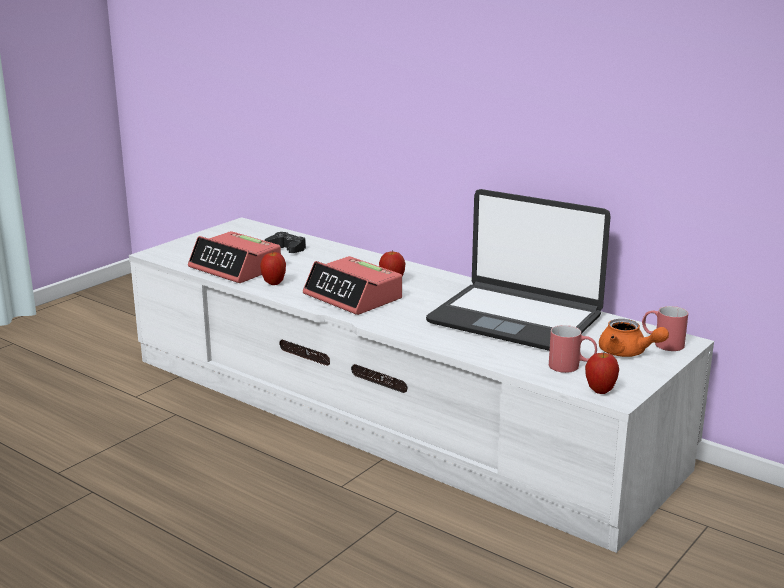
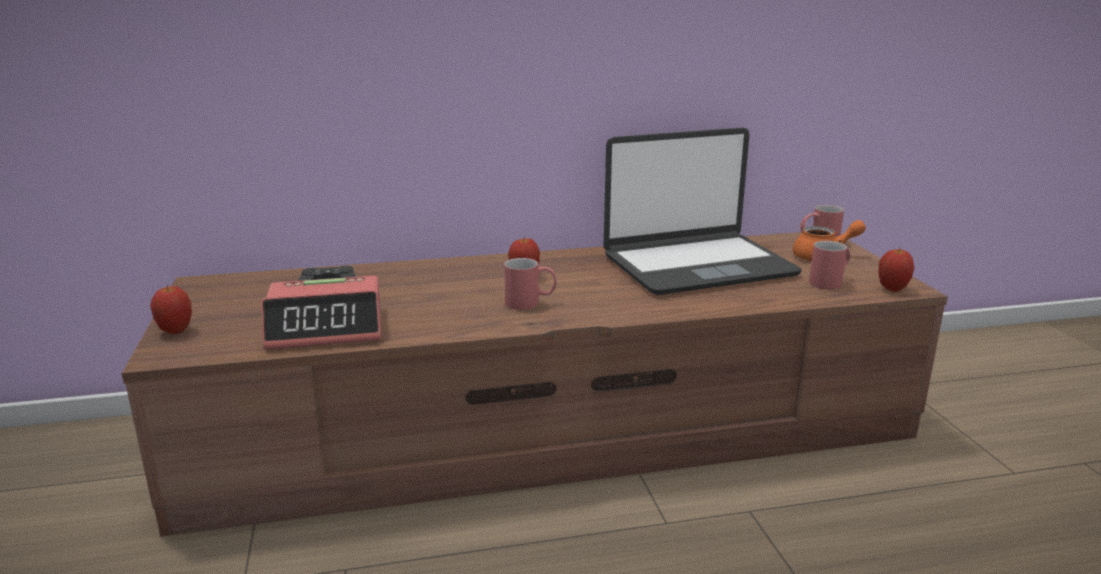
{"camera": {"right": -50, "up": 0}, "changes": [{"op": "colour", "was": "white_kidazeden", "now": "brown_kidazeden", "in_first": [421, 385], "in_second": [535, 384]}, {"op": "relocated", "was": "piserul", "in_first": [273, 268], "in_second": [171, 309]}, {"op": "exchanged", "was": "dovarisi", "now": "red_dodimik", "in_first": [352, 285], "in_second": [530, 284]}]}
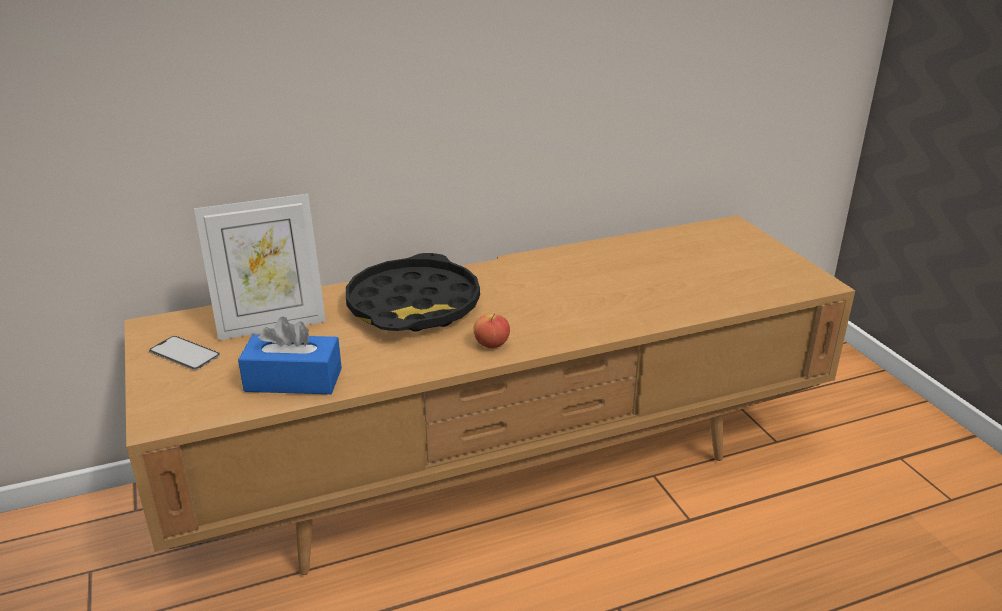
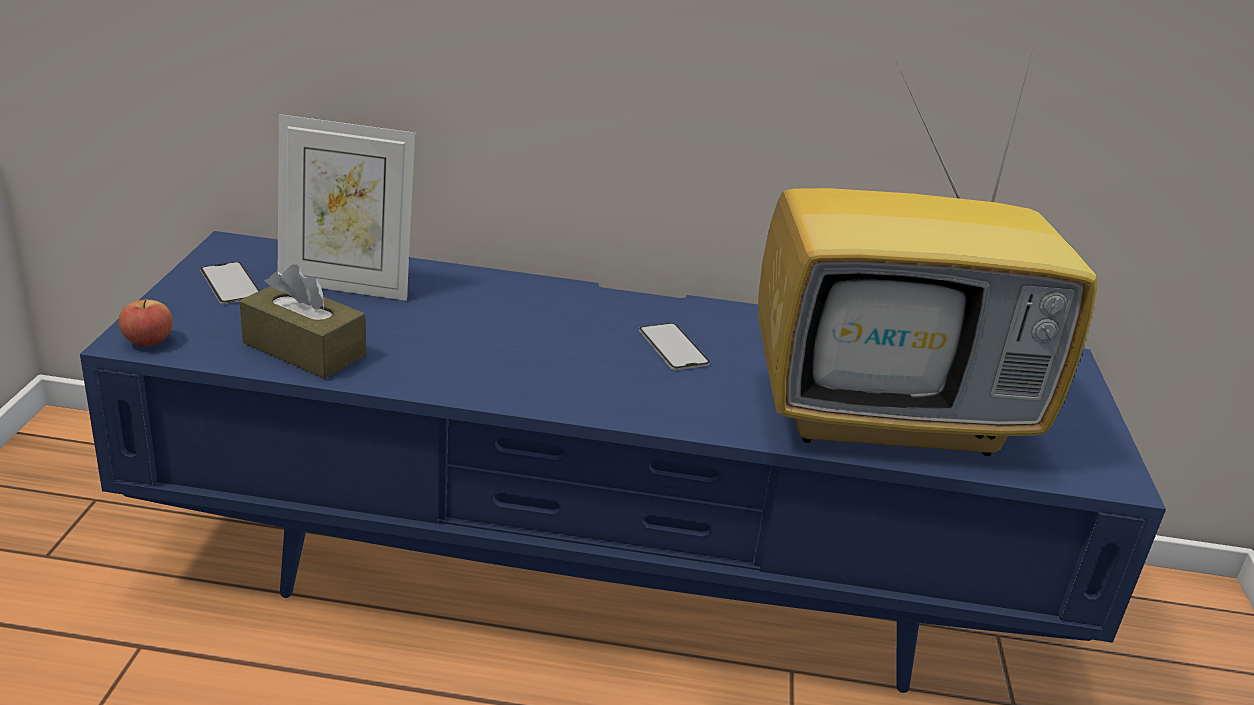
{"camera": {"right": 25, "up": 0}, "changes": [{"op": "colour", "was": "beige_kidazeden", "now": "blue_kidazeden", "in_first": [489, 395], "in_second": [623, 462]}, {"op": "missing", "was": "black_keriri", "in_first": [413, 292]}, {"op": "relocated", "was": "piserul", "in_first": [492, 330], "in_second": [146, 323]}, {"op": "colour", "was": "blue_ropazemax", "now": "brown_ropazemax", "in_first": [290, 355], "in_second": [302, 321]}, {"op": "appeared", "now": "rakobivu", "in_second": [927, 250]}, {"op": "appeared", "now": "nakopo", "in_second": [674, 346]}]}
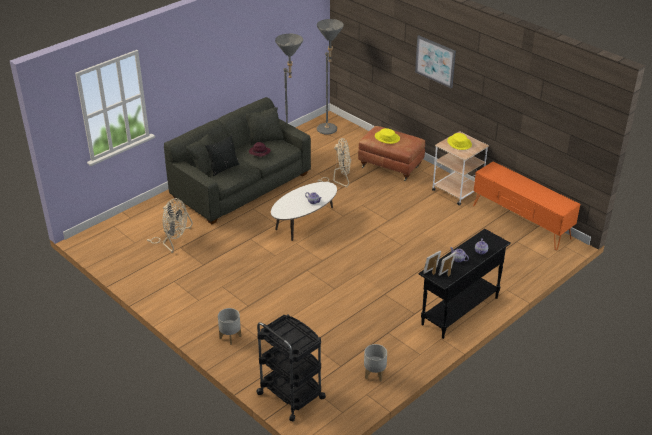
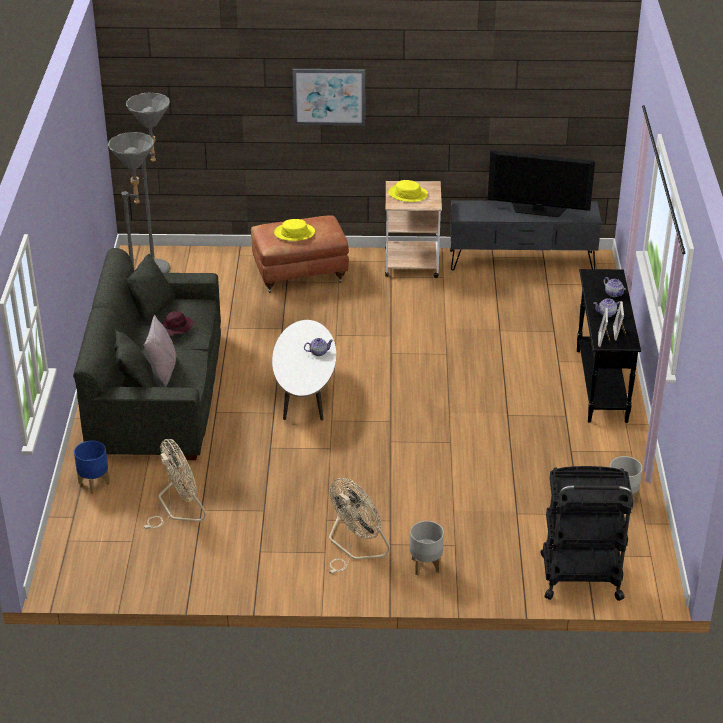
{"camera": {"right": -45, "up": 0}, "changes": [{"op": "colour", "was": "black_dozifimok", "now": "purple_dozifimok", "in_first": [222, 155], "in_second": [160, 351]}, {"op": "relocated", "was": "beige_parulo", "in_first": [334, 163], "in_second": [359, 526]}, {"op": "colour", "was": "orange_kidazeden", "now": "grey_kidazeden", "in_first": [527, 205], "in_second": [526, 235]}, {"op": "appeared", "now": "rakobivu", "in_second": [541, 183]}, {"op": "appeared", "now": "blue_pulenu", "in_second": [92, 467]}]}
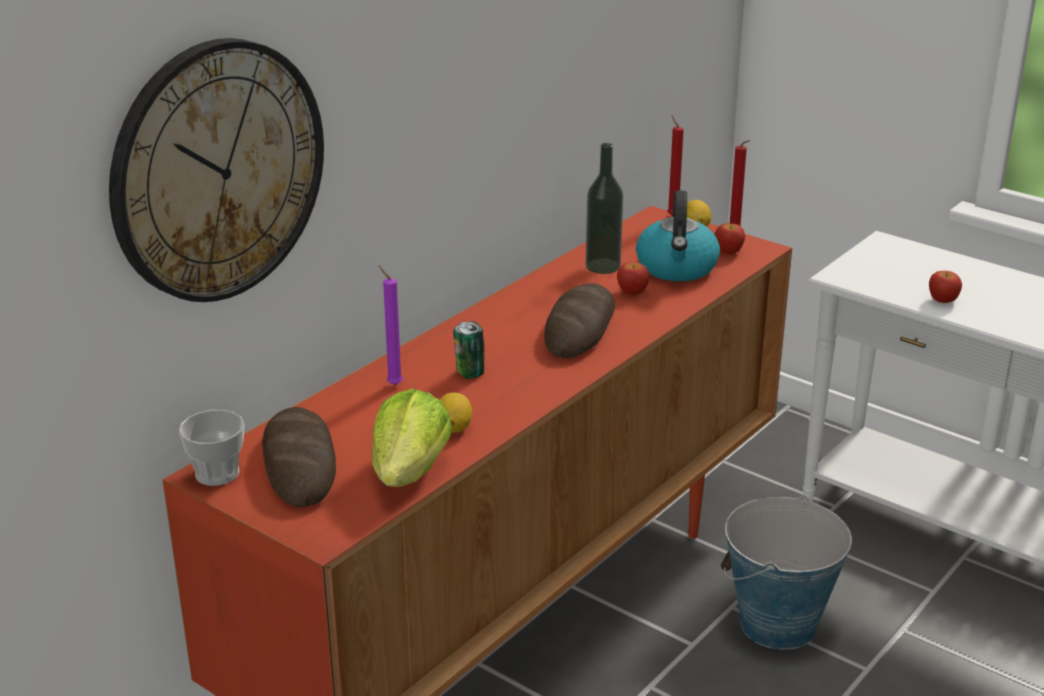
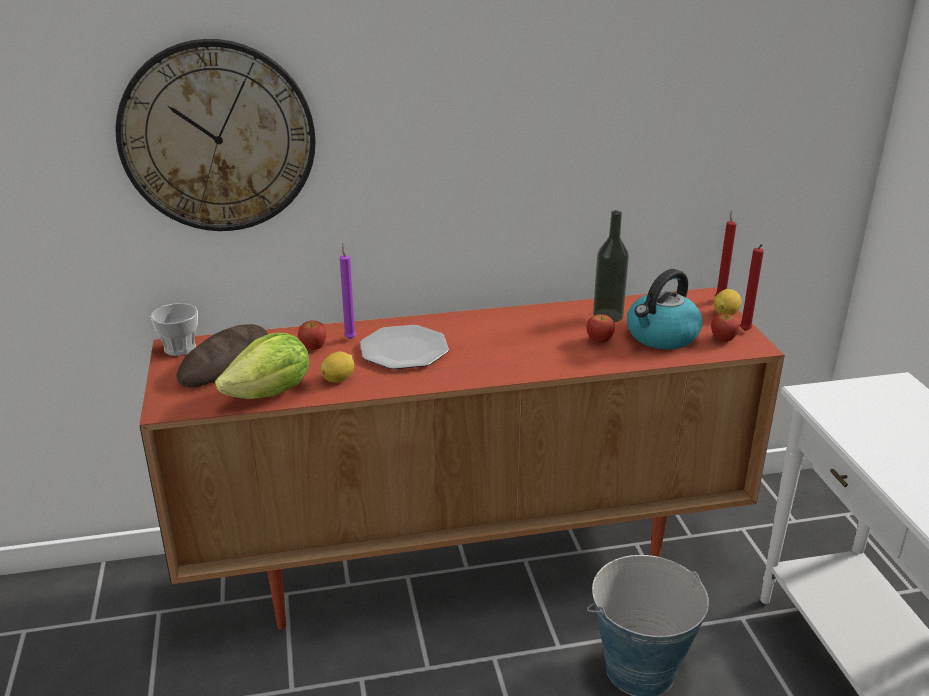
{"camera": {"right": 40, "up": 0}, "changes": [{"op": "relocated", "was": "piserul", "in_first": [945, 287], "in_second": [312, 335]}, {"op": "missing", "was": "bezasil", "in_first": [579, 320]}, {"op": "exchanged", "was": "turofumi", "now": "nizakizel", "in_first": [469, 350], "in_second": [404, 347]}]}
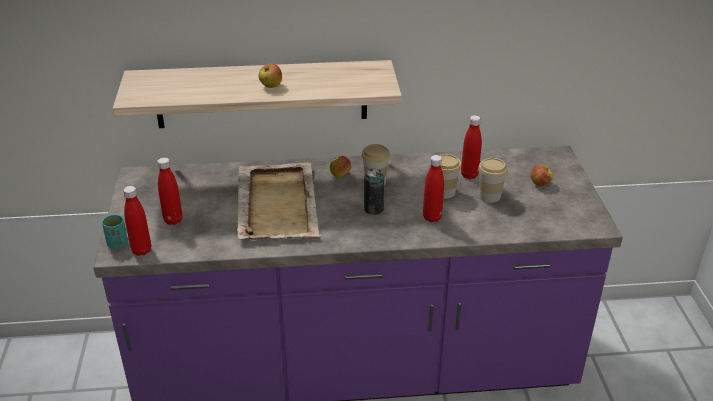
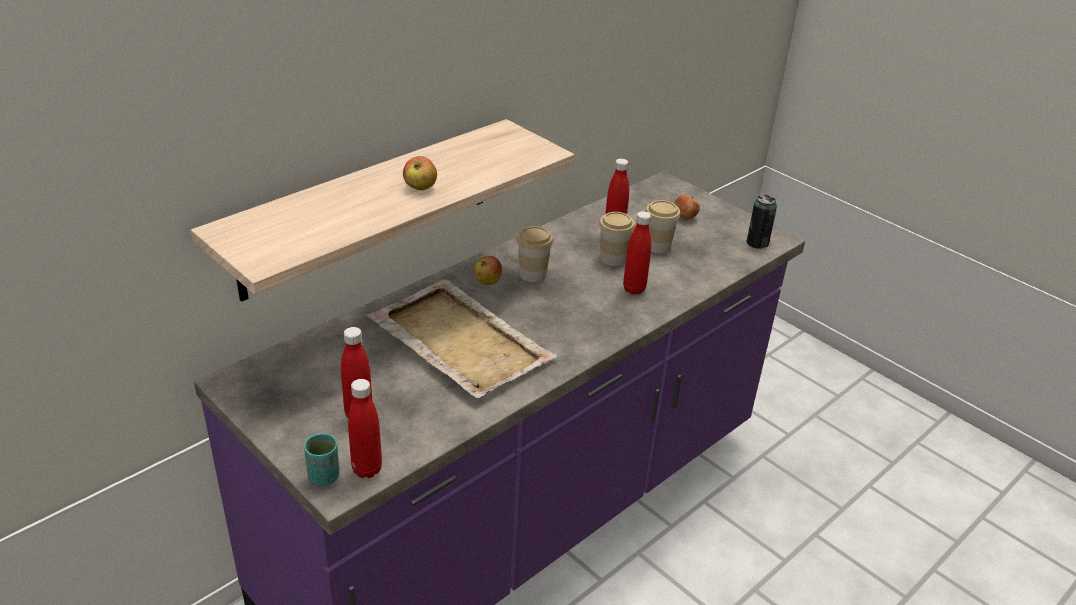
{"camera": {"right": -40, "up": 0}, "changes": [{"op": "relocated", "was": "turofumi", "in_first": [374, 191], "in_second": [762, 222]}]}
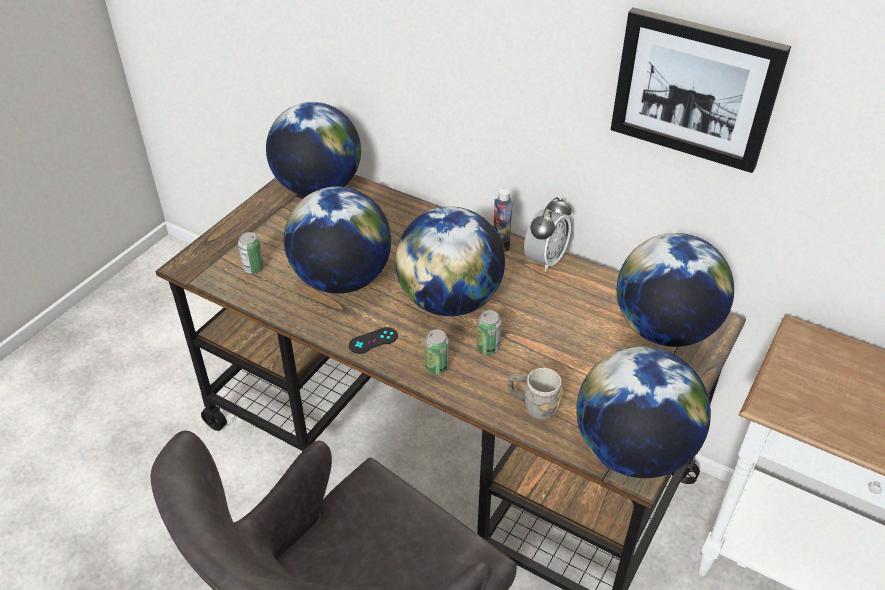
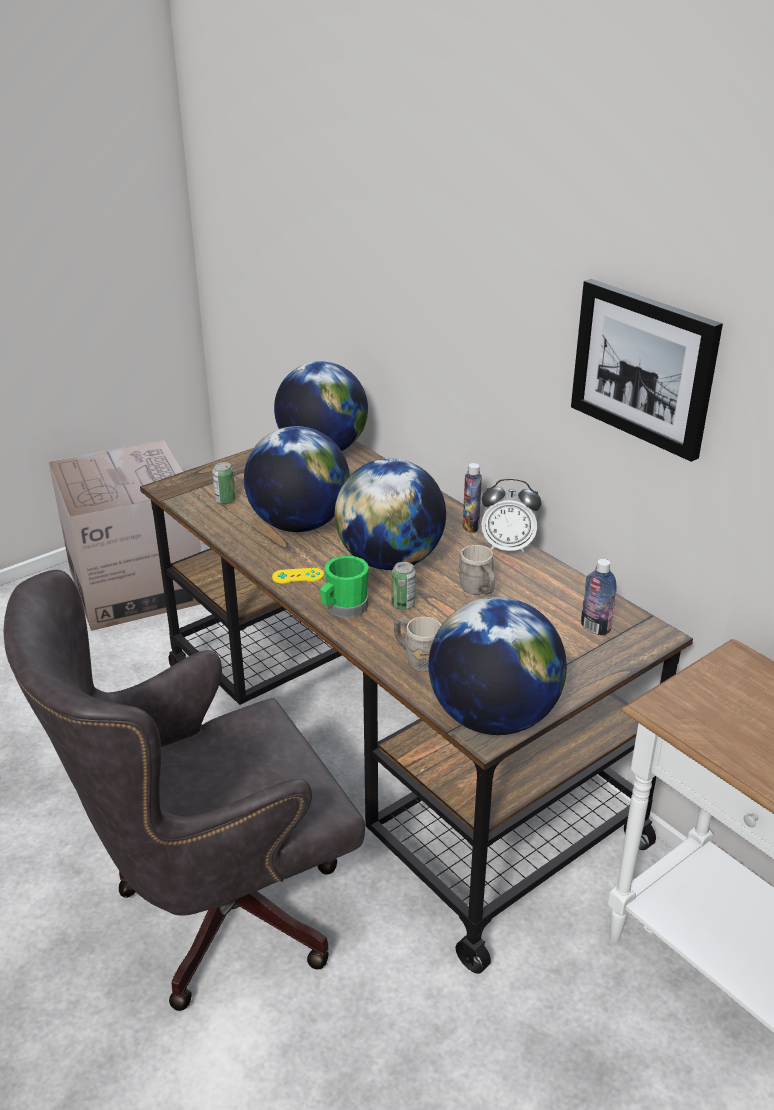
{"camera": {"right": 20, "up": -10}, "changes": [{"op": "spun", "was": "dovarisi", "in_first": [547, 234], "in_second": [511, 516], "clockwise": 45}, {"op": "exchanged", "was": "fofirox", "now": "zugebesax", "in_first": [675, 290], "in_second": [599, 597]}, {"op": "colour", "was": "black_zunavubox", "now": "yellow_zunavubox", "in_first": [373, 340], "in_second": [298, 576]}, {"op": "exchanged", "was": "turofumi", "now": "green_dodimik", "in_first": [436, 351], "in_second": [344, 587]}, {"op": "appeared", "now": "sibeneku", "in_second": [125, 535]}, {"op": "appeared", "now": "grey_dodimik", "in_second": [476, 570]}]}
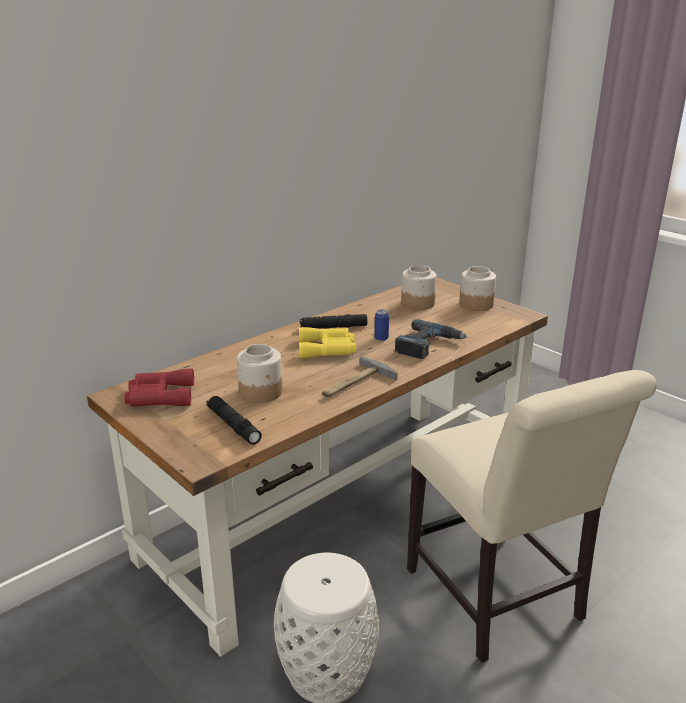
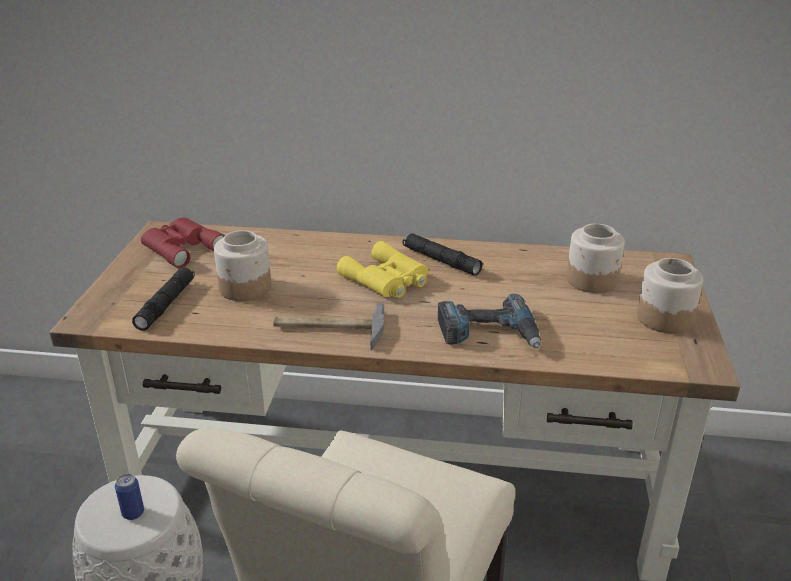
{"camera": {"right": 50, "up": 5}, "changes": [{"op": "relocated", "was": "turofumi", "in_first": [382, 325], "in_second": [129, 496]}]}
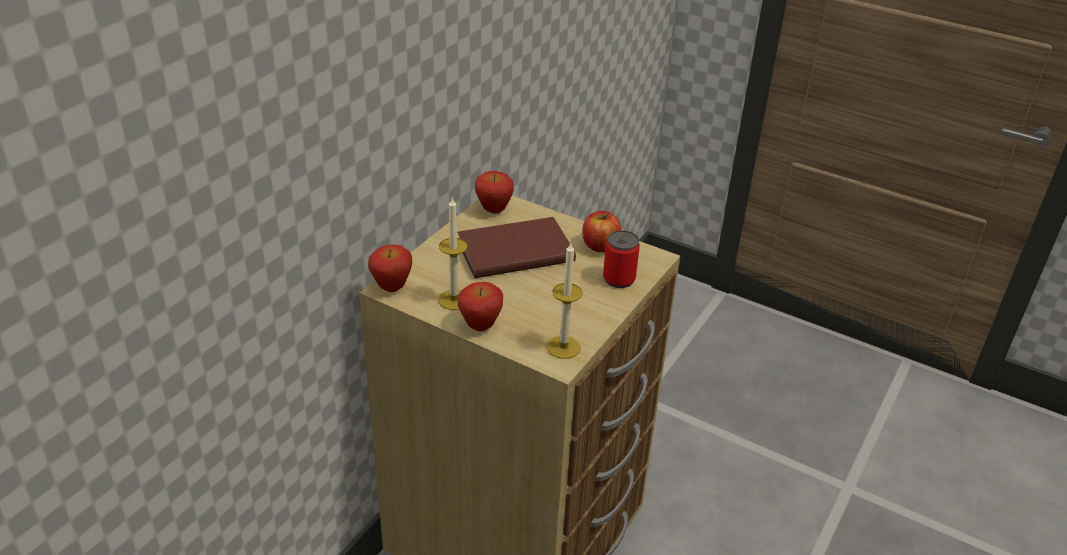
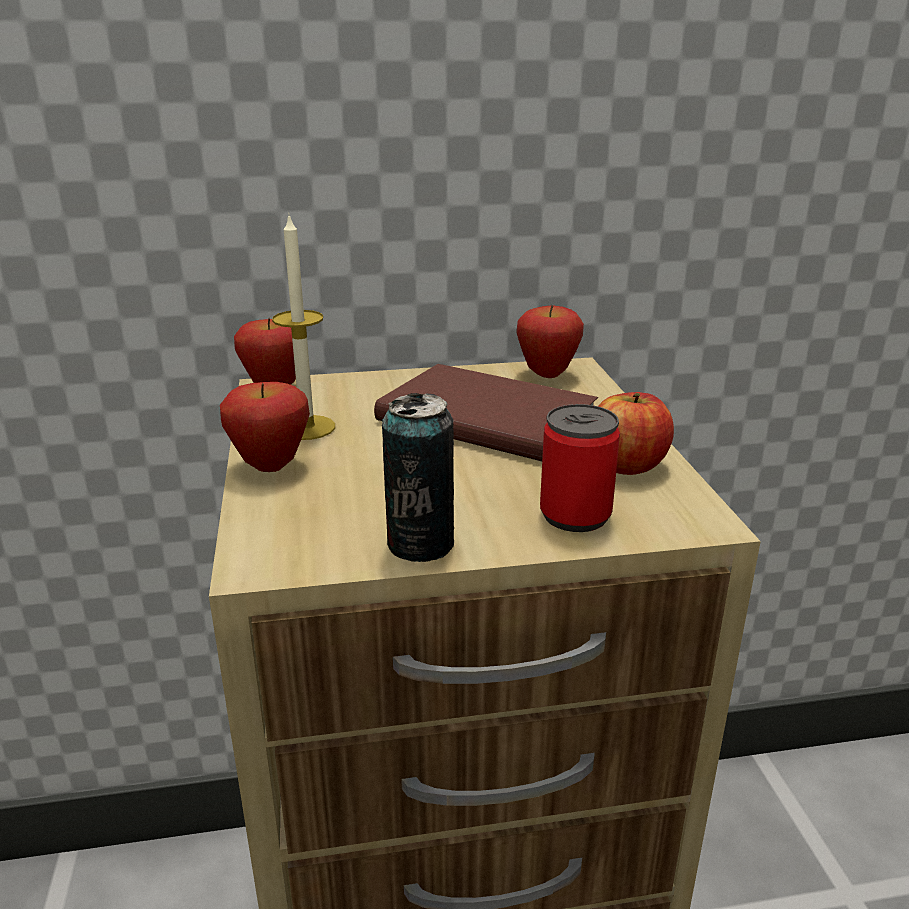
{"camera": {"right": 50, "up": -10}, "changes": [{"op": "missing", "was": "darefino", "in_first": [565, 301]}, {"op": "appeared", "now": "turofumi", "in_second": [418, 477]}]}
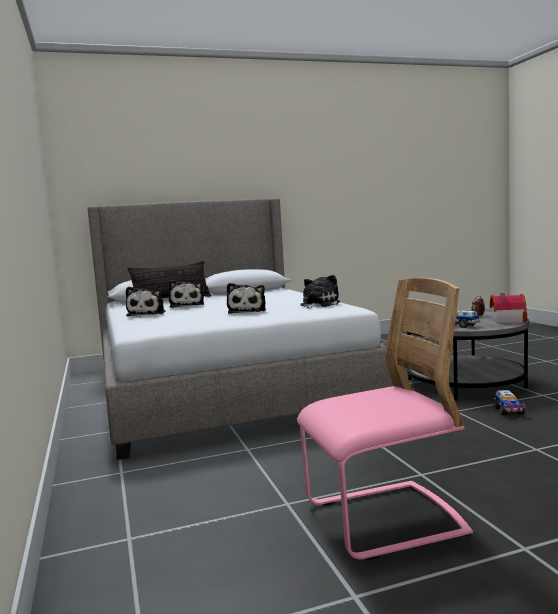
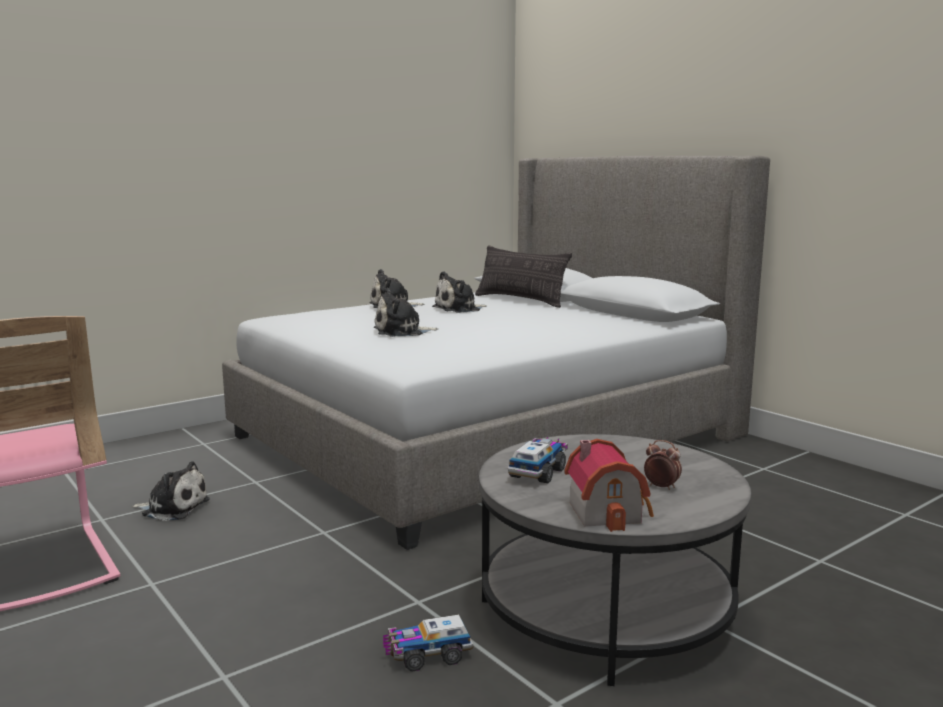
{"camera": {"right": 70, "up": 5}, "changes": [{"op": "relocated", "was": "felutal", "in_first": [320, 292], "in_second": [170, 491]}]}
